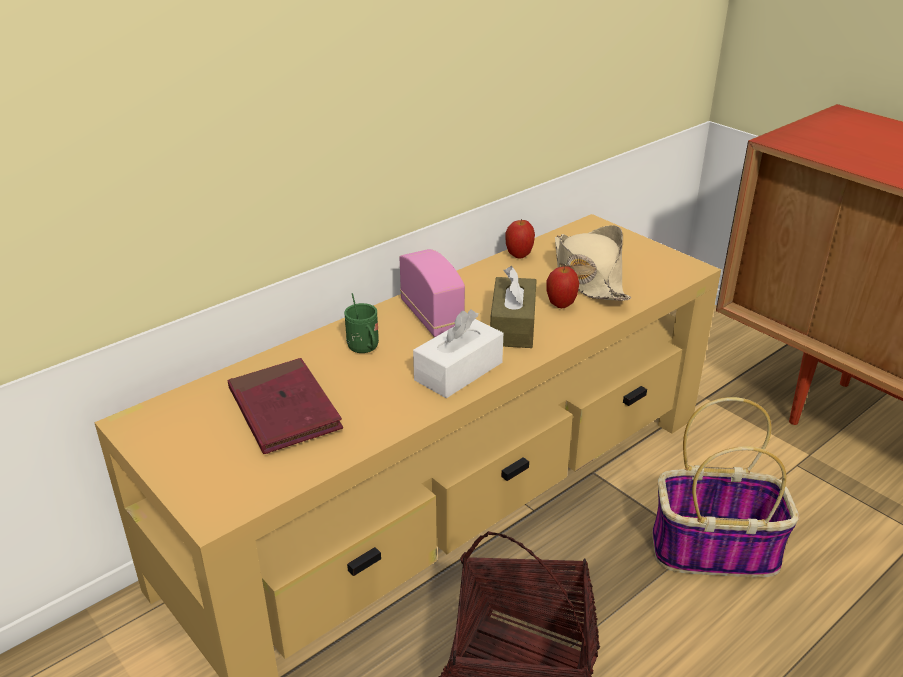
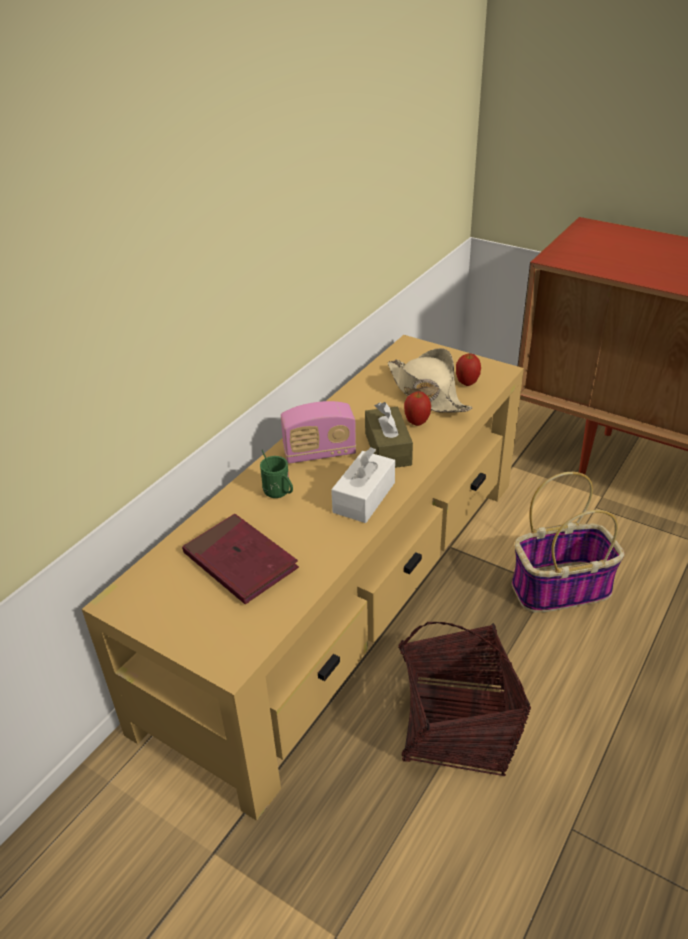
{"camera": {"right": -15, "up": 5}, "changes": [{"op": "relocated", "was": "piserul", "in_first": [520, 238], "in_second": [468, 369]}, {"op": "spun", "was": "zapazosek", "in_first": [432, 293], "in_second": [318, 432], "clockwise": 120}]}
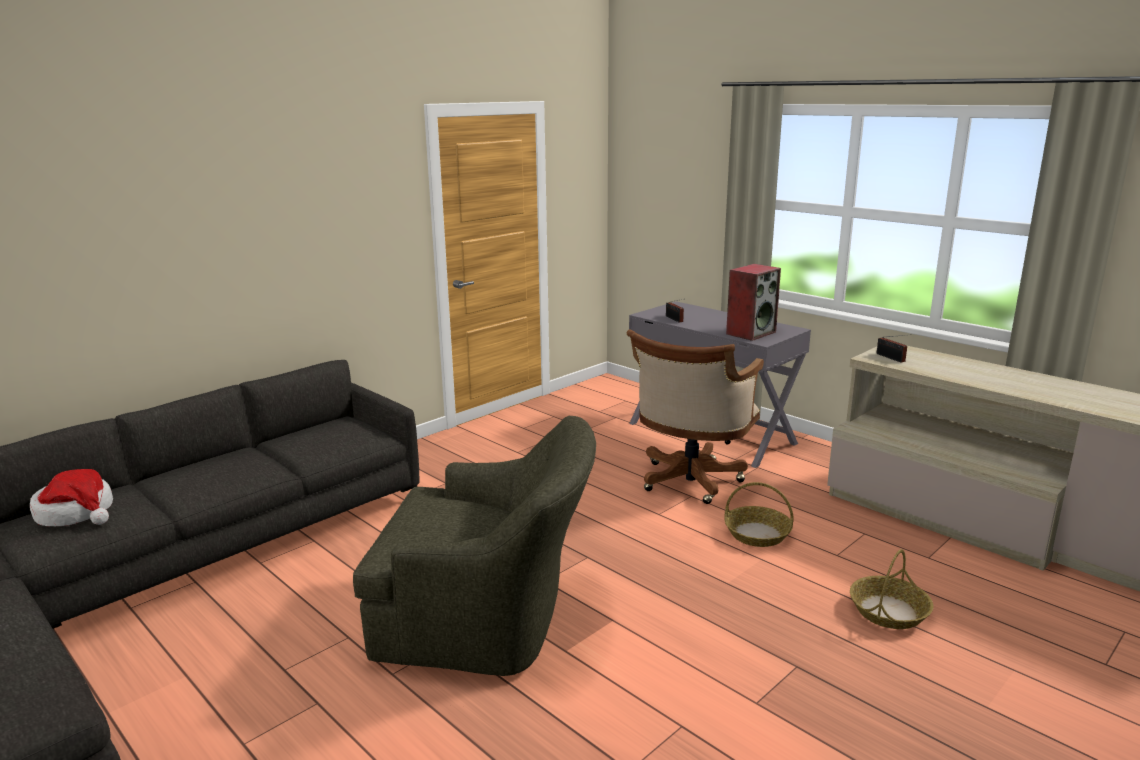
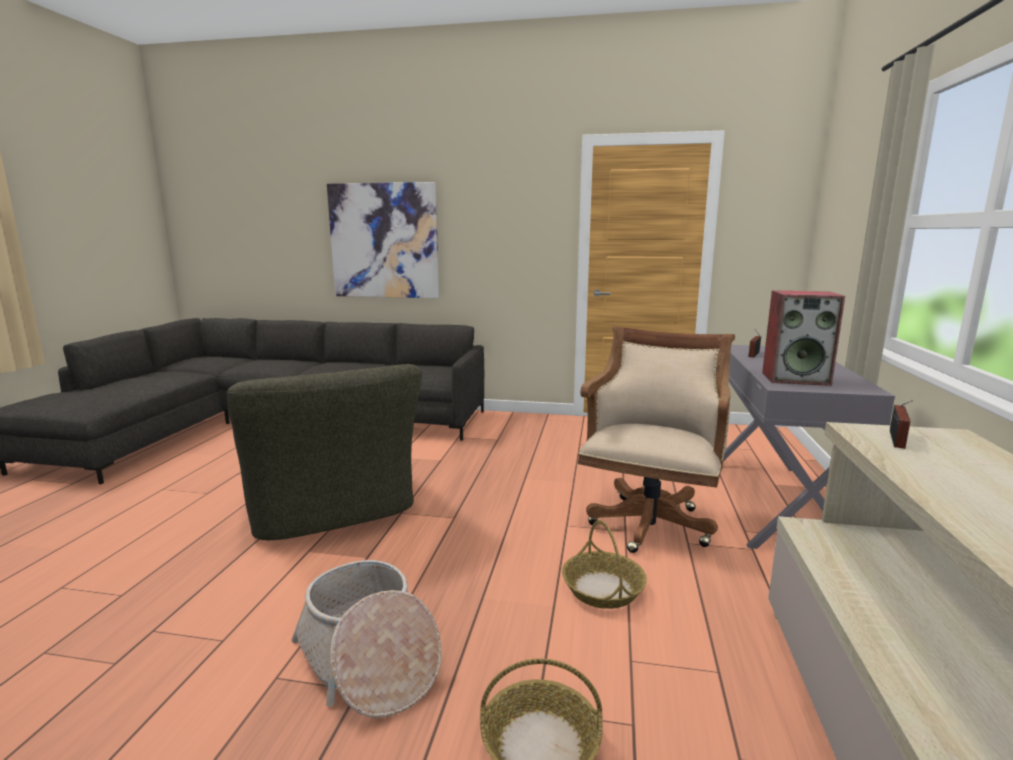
{"camera": {"right": 55, "up": -5}, "changes": [{"op": "spun", "was": "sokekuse", "in_first": [695, 417], "in_second": [656, 439], "clockwise": 120}, {"op": "missing", "was": "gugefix", "in_first": [71, 498]}, {"op": "appeared", "now": "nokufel", "in_second": [383, 240]}, {"op": "appeared", "now": "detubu", "in_second": [366, 639]}]}
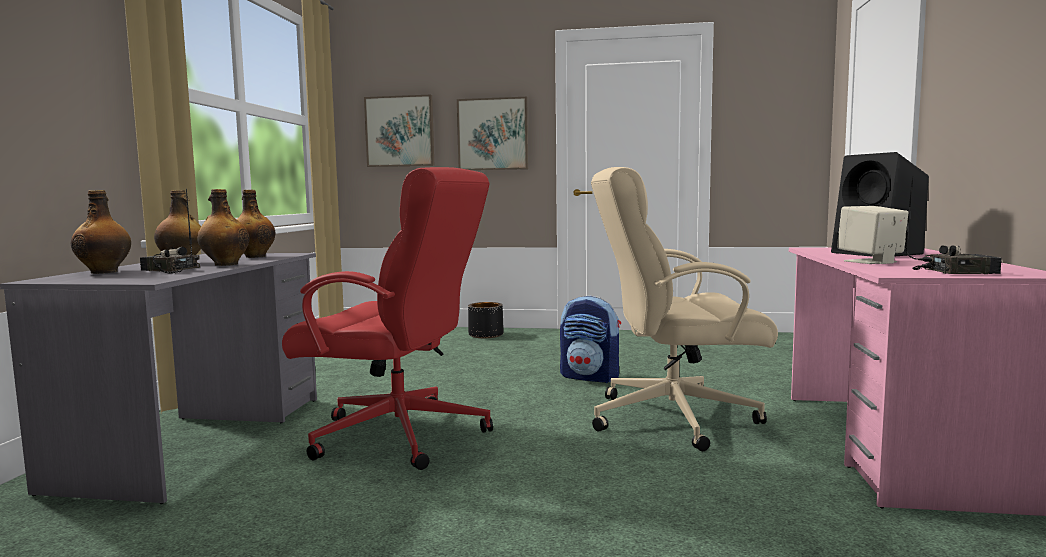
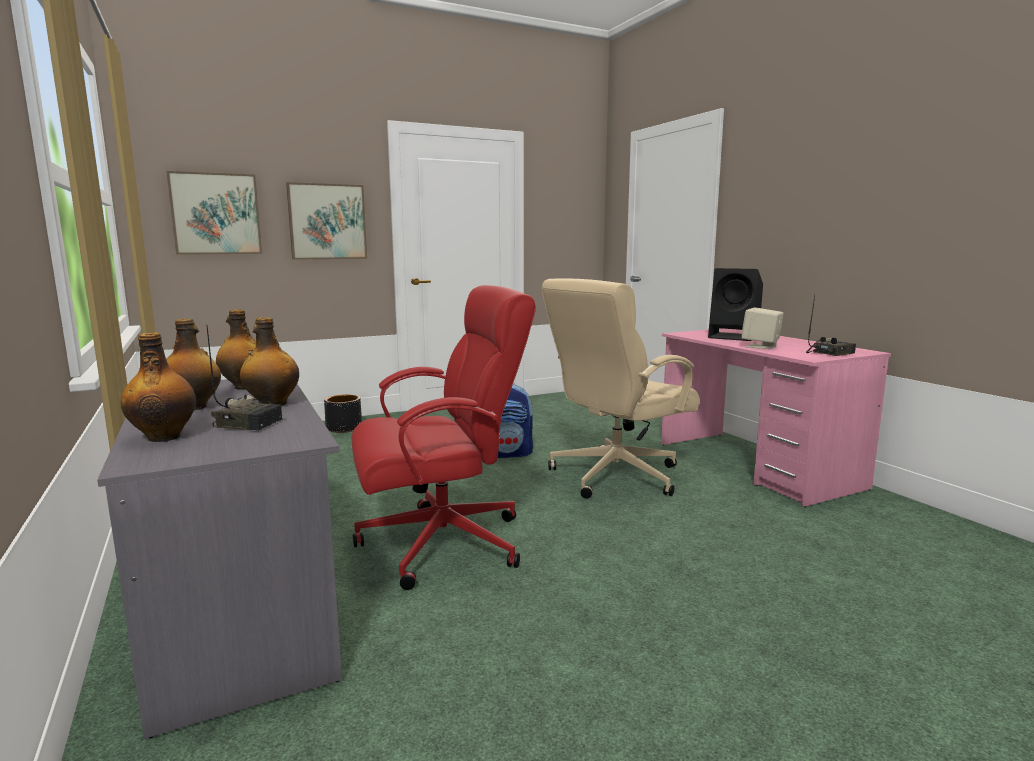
{"camera": {"right": -35, "up": 5}, "changes": [{"op": "spun", "was": "zapazosek", "in_first": [170, 231], "in_second": [244, 377], "clockwise": -150}]}
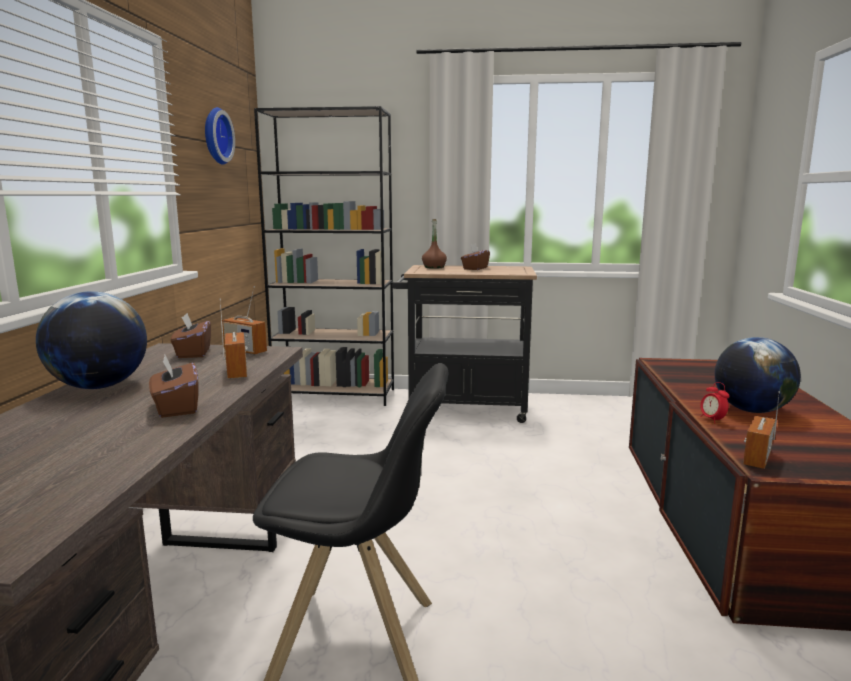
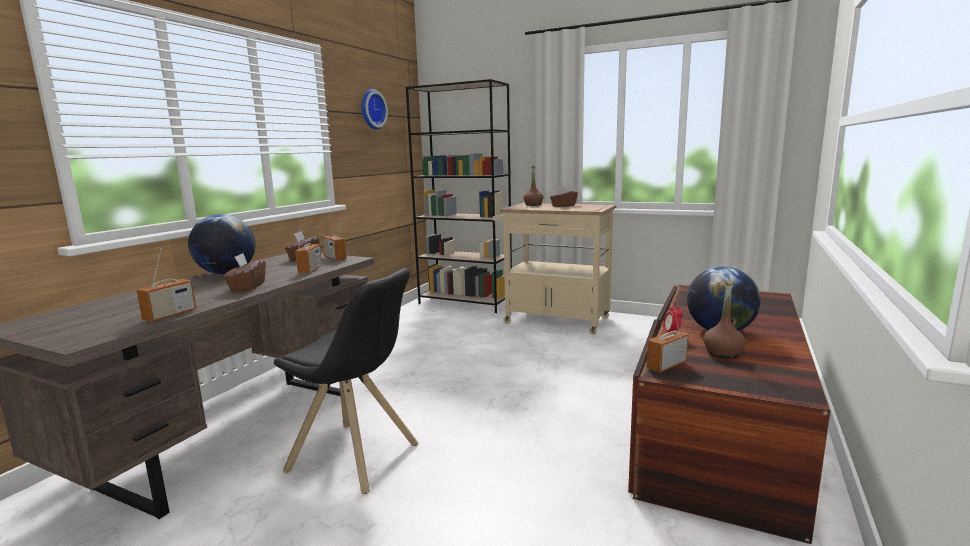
{"camera": {"right": 20, "up": 0}, "changes": [{"op": "colour", "was": "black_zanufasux", "now": "beige_zanufasux", "in_first": [464, 344], "in_second": [554, 269]}, {"op": "appeared", "now": "zapazosek", "in_second": [166, 285]}, {"op": "appeared", "now": "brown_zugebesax", "in_second": [724, 320]}]}
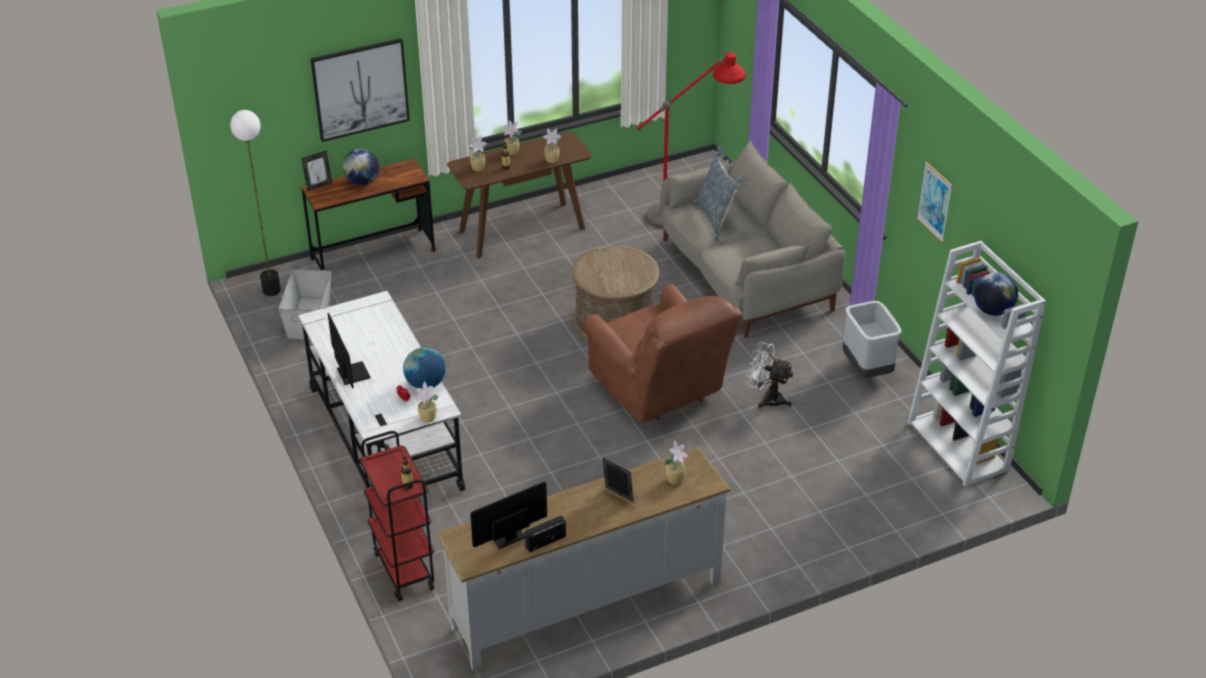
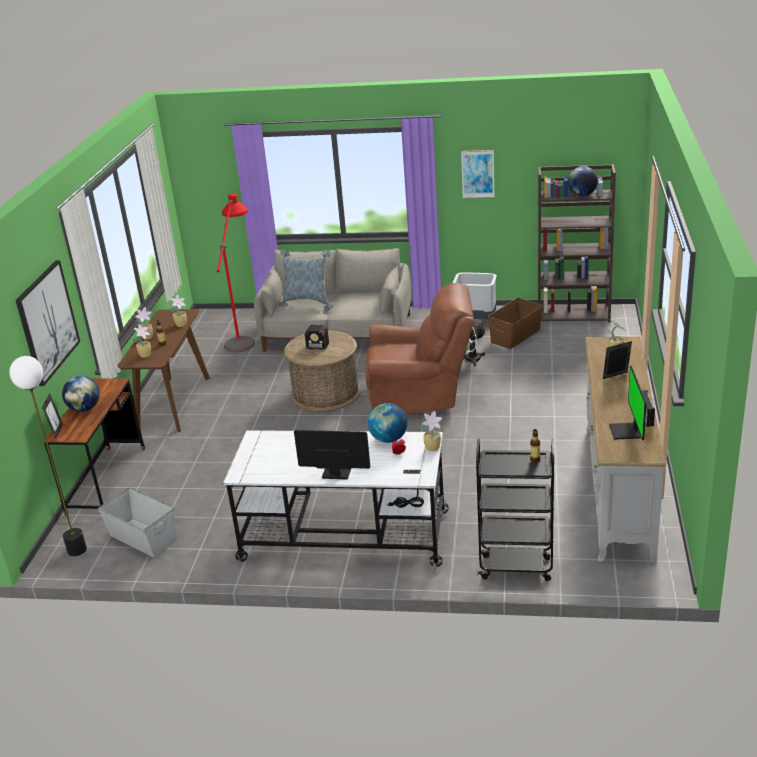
{"camera": {"right": -55, "up": -10}, "changes": [{"op": "colour", "was": "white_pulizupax", "now": "brown_pulizupax", "in_first": [976, 364], "in_second": [577, 243]}, {"op": "colour", "was": "red_zanufasux", "now": "black_zanufasux", "in_first": [397, 516], "in_second": [515, 510]}, {"op": "appeared", "now": "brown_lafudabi", "in_second": [515, 323]}, {"op": "appeared", "now": "zapazosek", "in_second": [312, 337]}]}
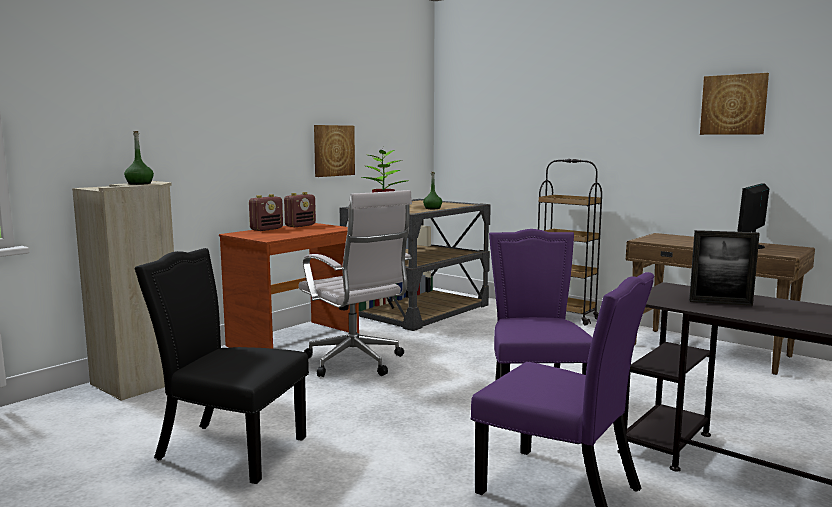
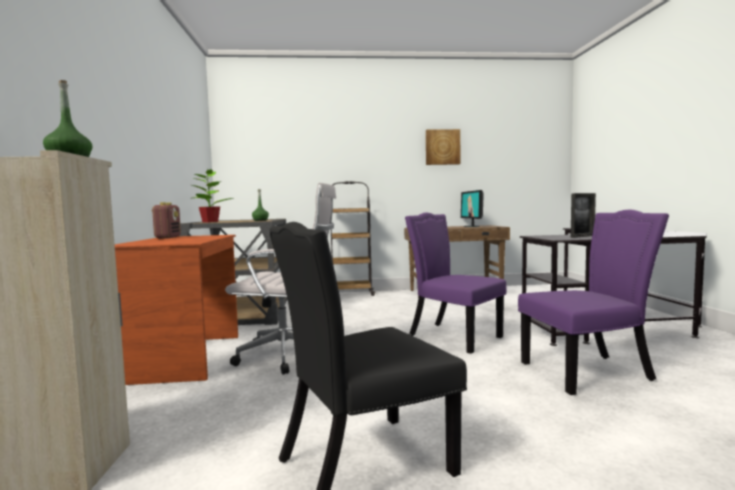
{"camera": {"right": -45, "up": -5}, "changes": [{"op": "missing", "was": "nokufel", "in_first": [334, 151]}, {"op": "missing", "was": "zapazosek", "in_first": [266, 212]}]}
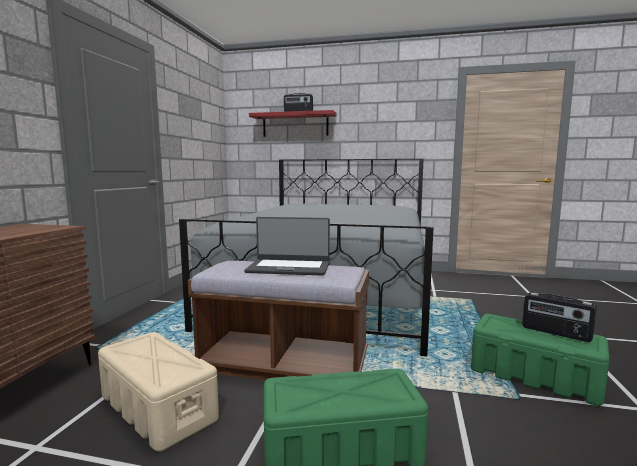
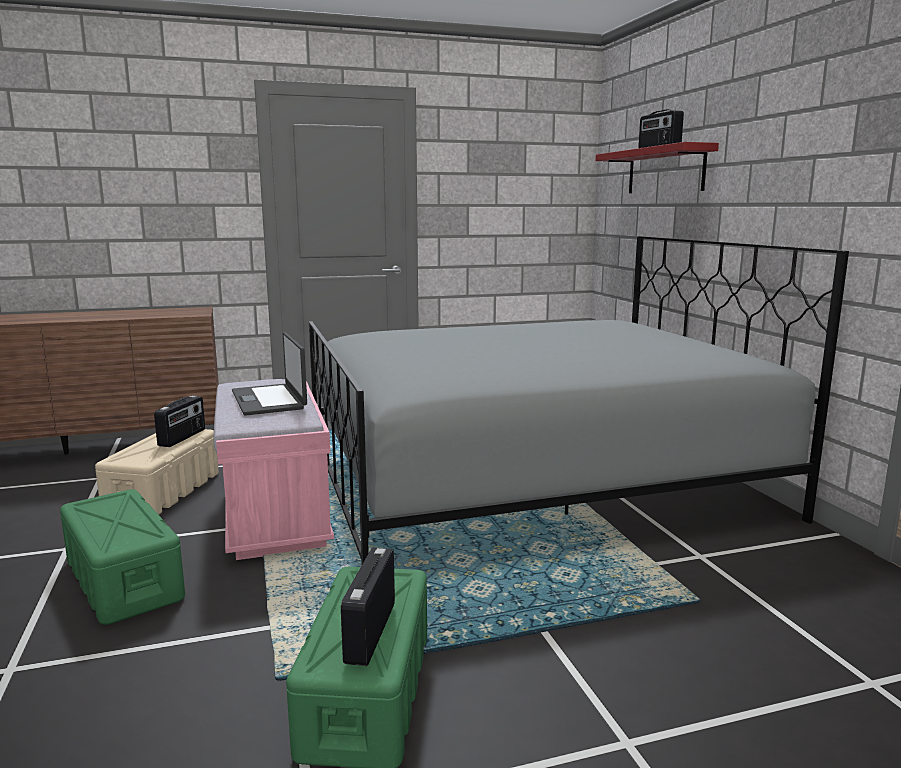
{"camera": {"right": 60, "up": 5}, "changes": [{"op": "colour", "was": "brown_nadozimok", "now": "pink_nadozimok", "in_first": [278, 320], "in_second": [274, 469]}, {"op": "appeared", "now": "zapazosek", "in_second": [179, 421]}]}
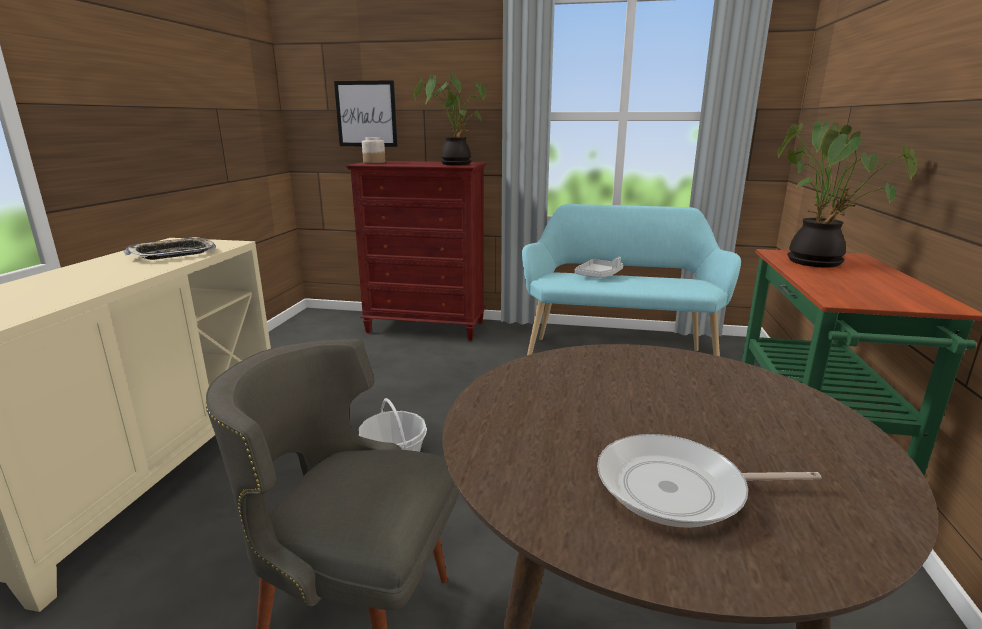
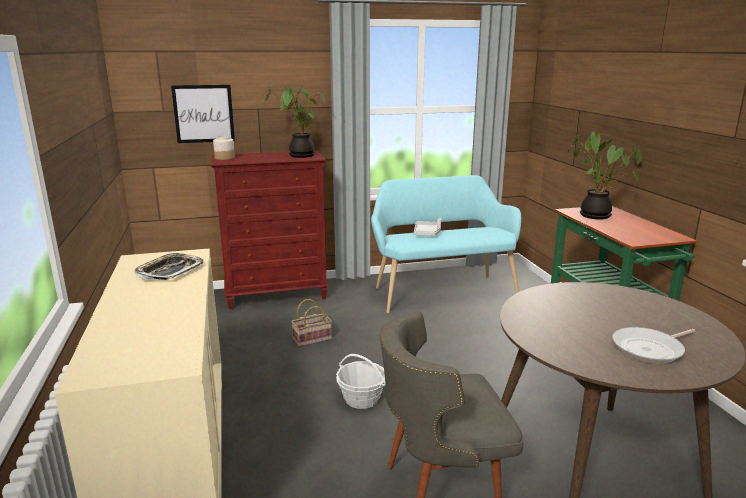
{"camera": {"right": -25, "up": 0}, "changes": [{"op": "appeared", "now": "detubu", "in_second": [311, 323]}]}
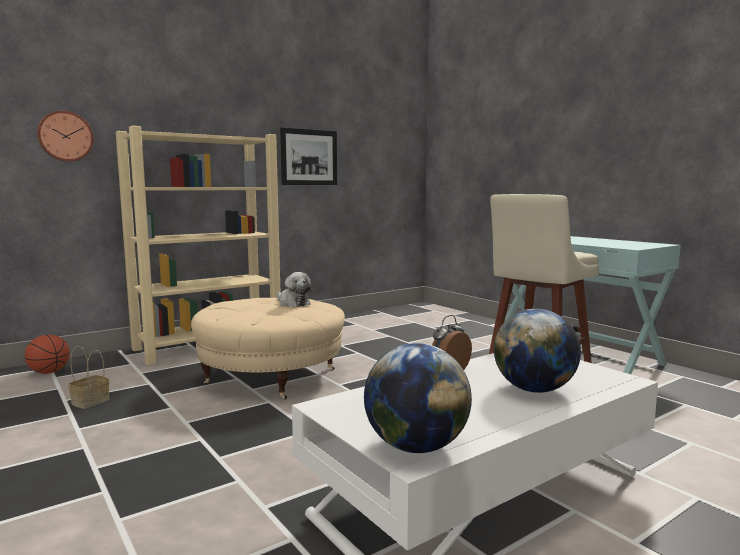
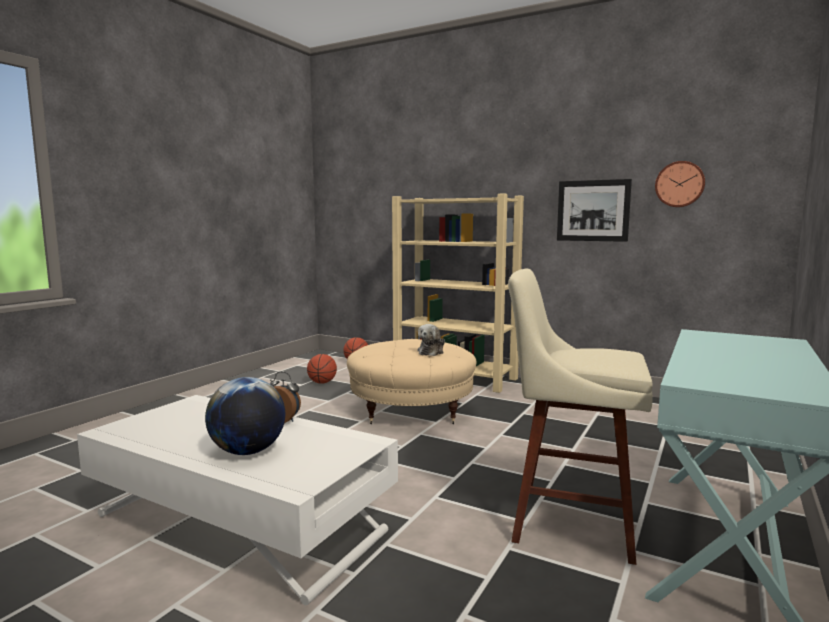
{"camera": {"right": 65, "up": 0}, "changes": [{"op": "relocated", "was": "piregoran", "in_first": [65, 136], "in_second": [680, 184]}, {"op": "missing", "was": "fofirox", "in_first": [418, 398]}, {"op": "exchanged", "was": "detubu", "now": "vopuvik", "in_first": [88, 377], "in_second": [322, 369]}]}
